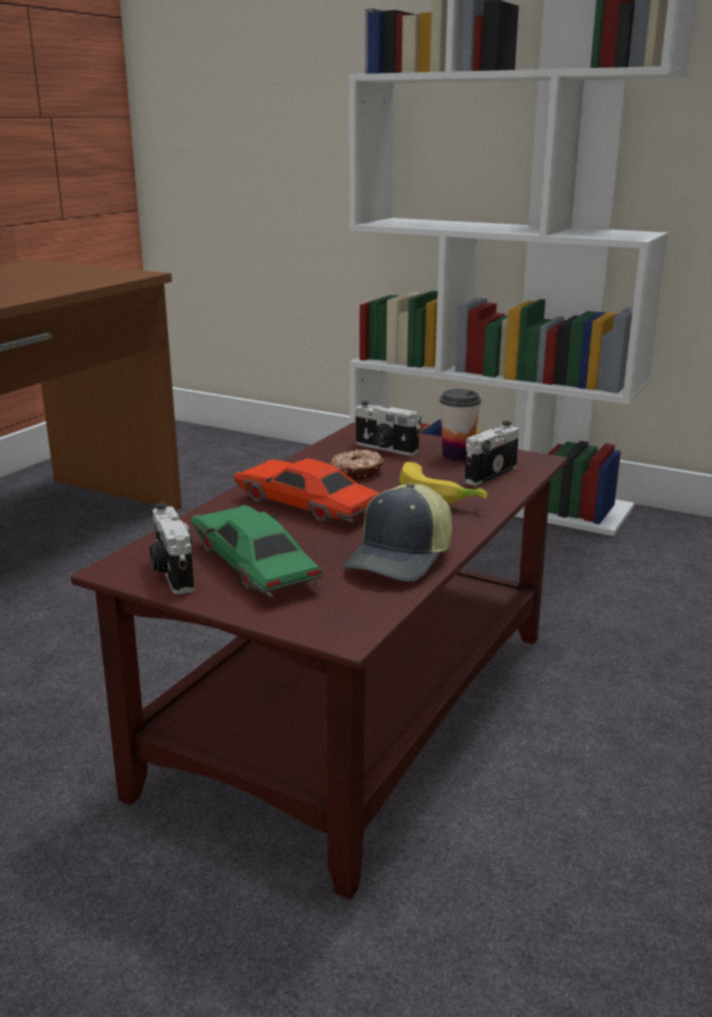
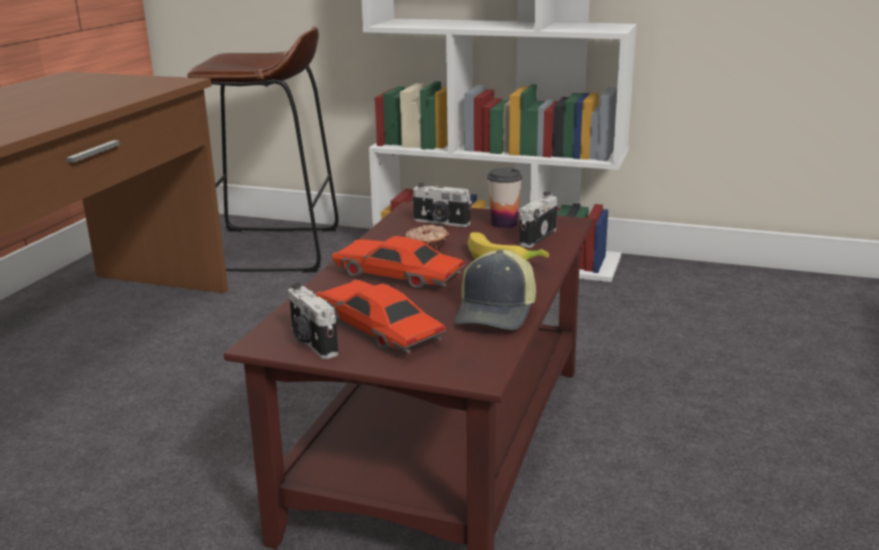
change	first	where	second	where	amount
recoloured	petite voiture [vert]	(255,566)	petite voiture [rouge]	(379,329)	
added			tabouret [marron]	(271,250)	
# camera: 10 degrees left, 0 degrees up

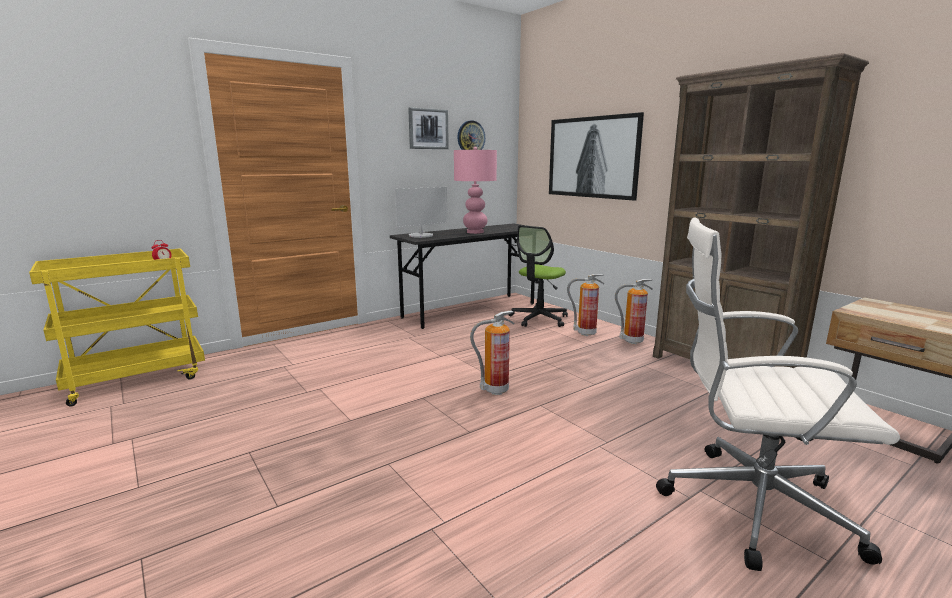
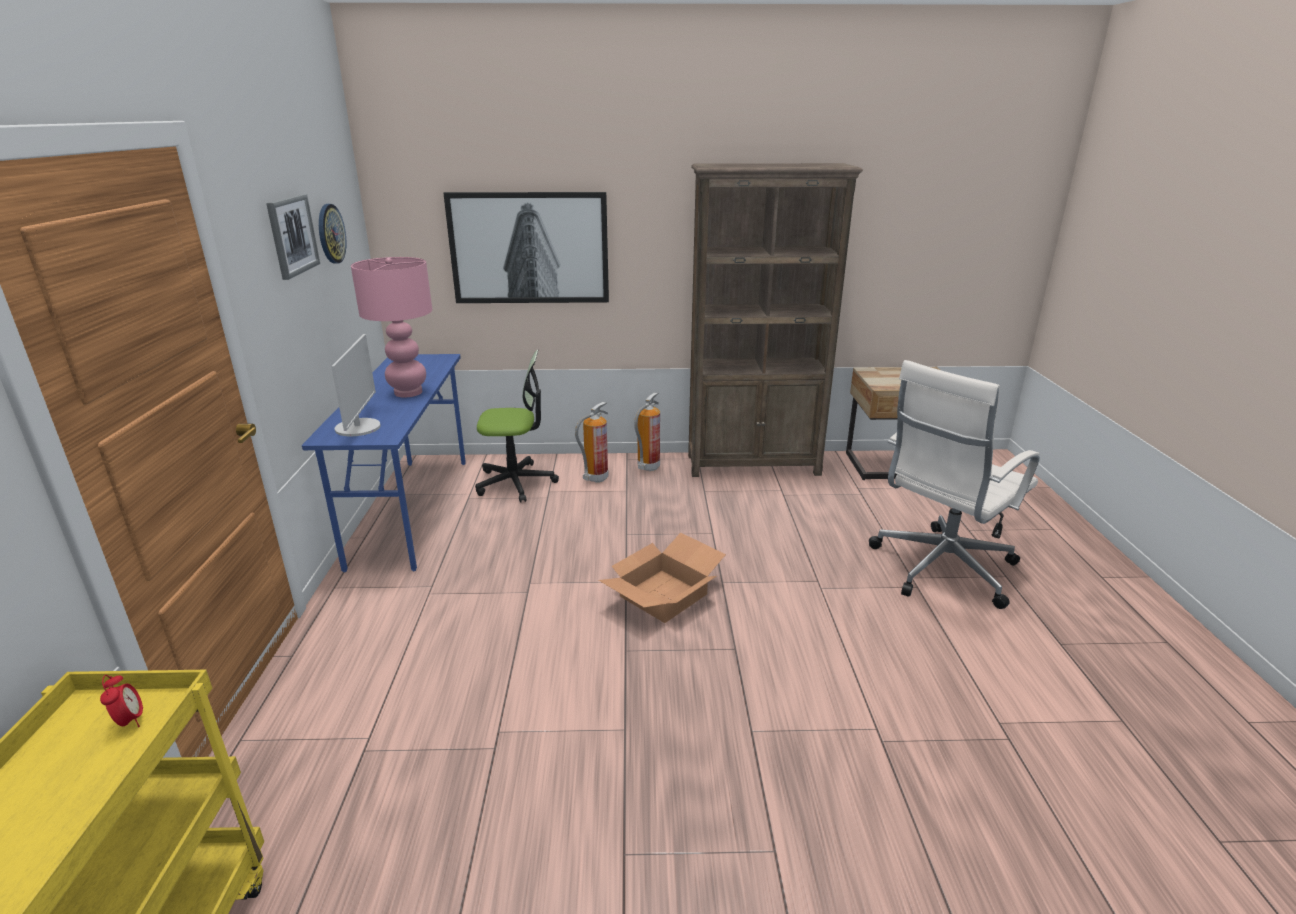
change	first	where	second	where	amount
recoloured	bureau [gris]	(470,310)	bureau [bleu]	(411,510)	
turned	chaise de bureau	(539,319)		(516,482)	75 degrees counterclockwise
replaced	extincteur	(495,390)	carton	(663,594)	
# camera: 55 degrees left, 10 degrees up

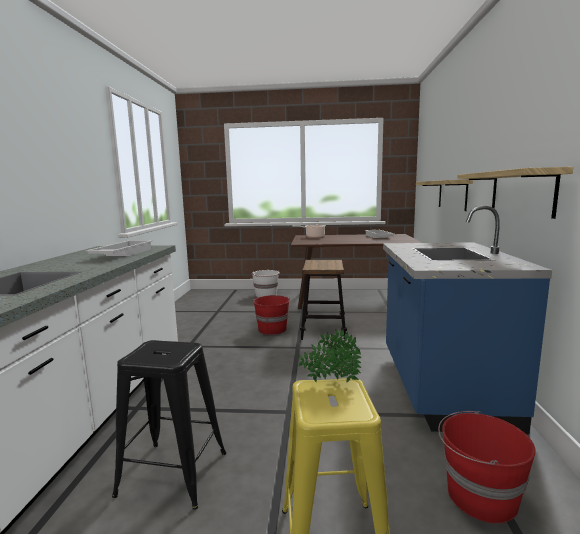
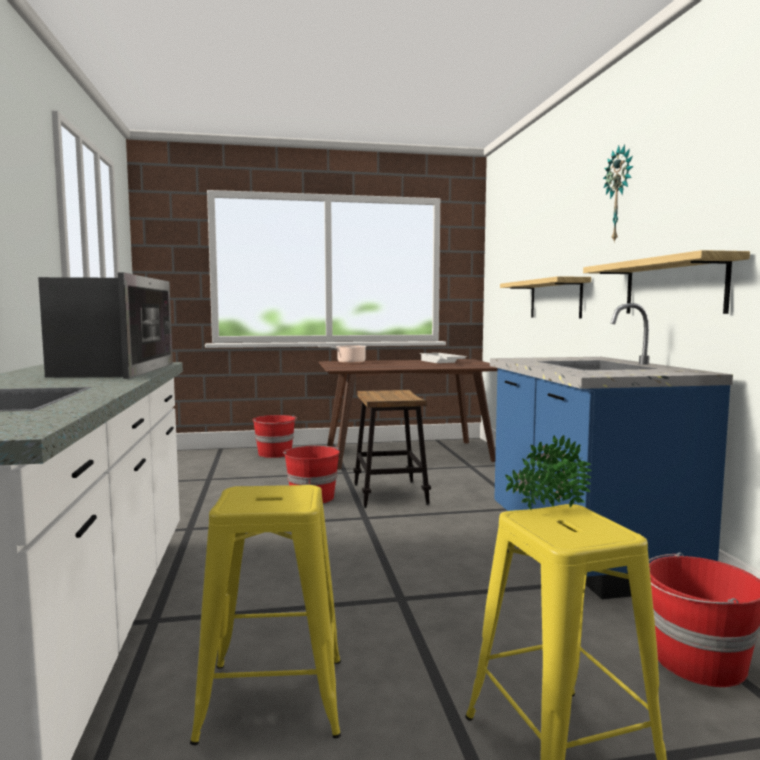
change	first	where	second	where	amount
replaced	plateau [blanc]	(122,254)	micro-ondes	(114,370)	
recoloured	seau [blanc]	(266,295)	seau [rouge]	(275,454)	
recoloured	tabouret [noir]	(173,473)	tabouret [jaune]	(273,698)	
added			horloge murale	(620,194)	
# camera: 15 degrees left, 5 degrees down

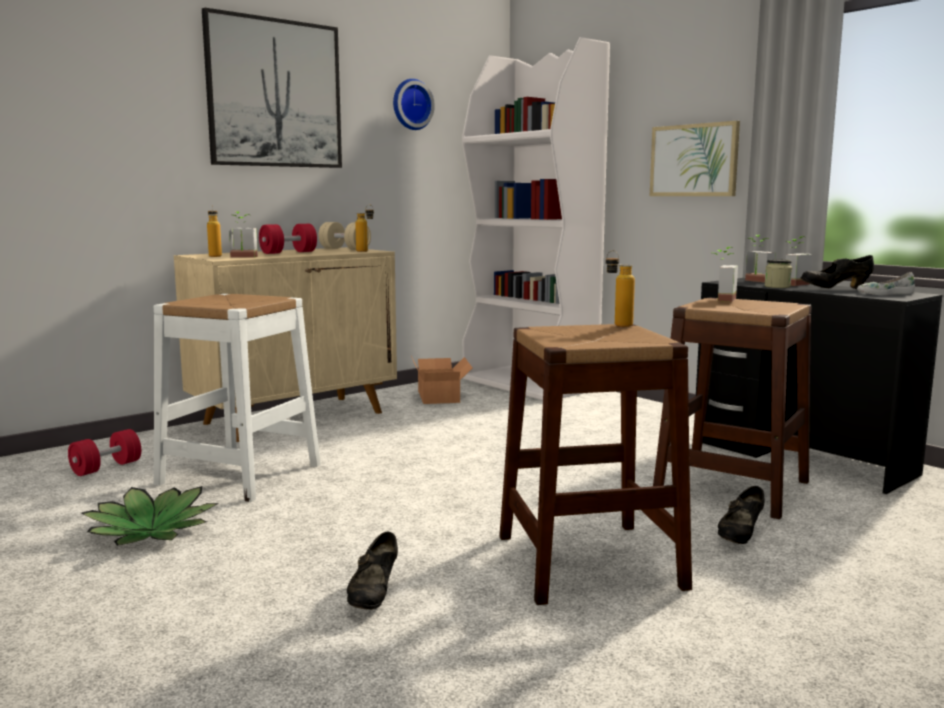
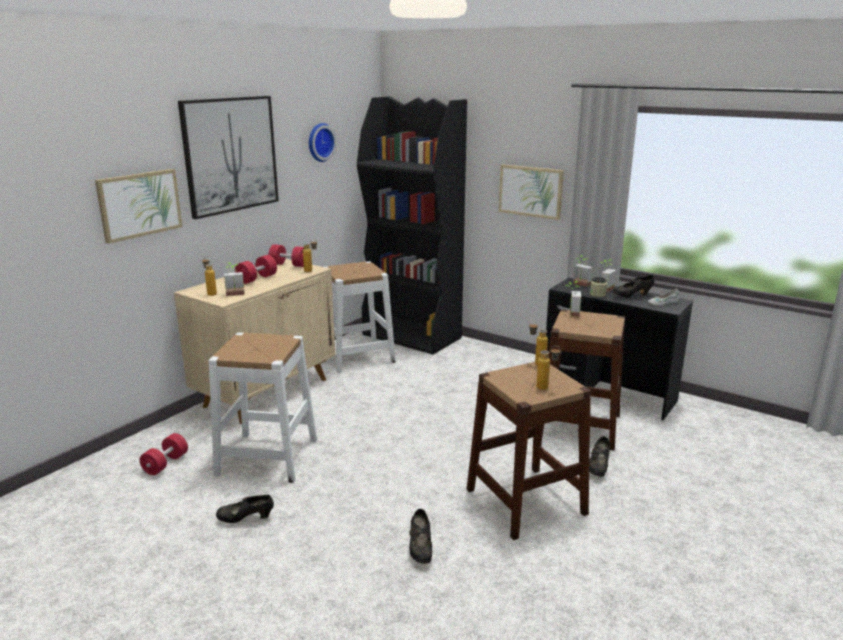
change	first	where	second	where	amount
recoloured	bibliothèque [blanc]	(530,384)	bibliothèque [noir]	(412,336)	
recoloured	haltère [beige]	(345,249)	haltère [rouge]	(289,265)	
replaced	carton	(440,396)	tabouret [blanc]	(357,356)	
replaced	plante en pot	(152,530)	chaussure [noir]	(246,519)	
added			tableau	(139,204)	
added			bouteille	(547,388)	
# camera: 15 degrees left, 10 degrees up

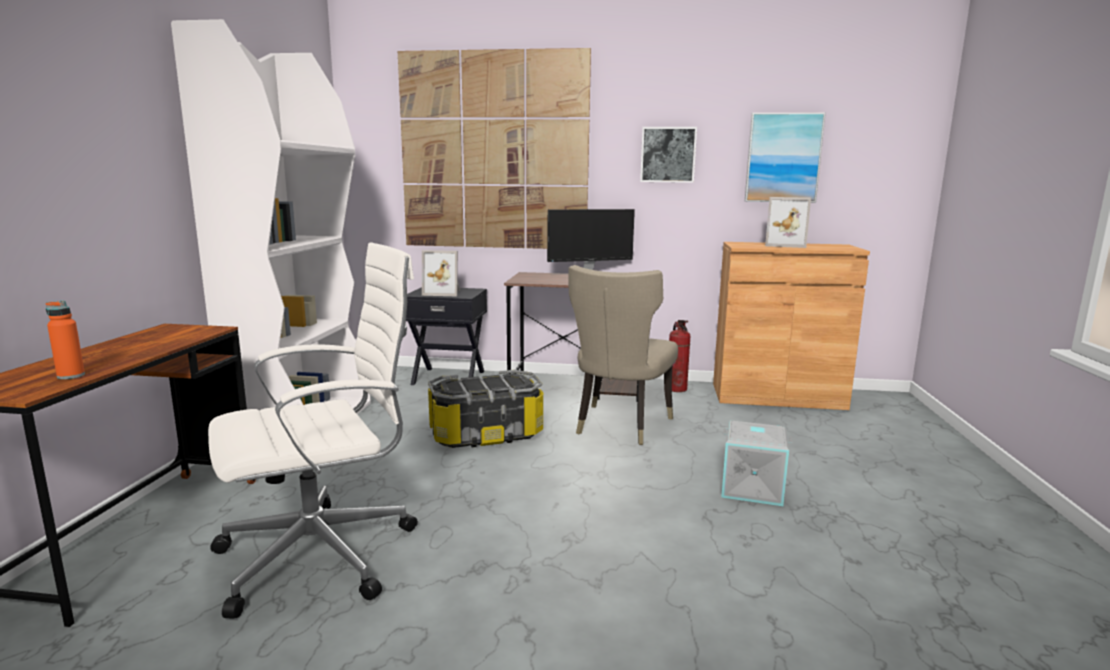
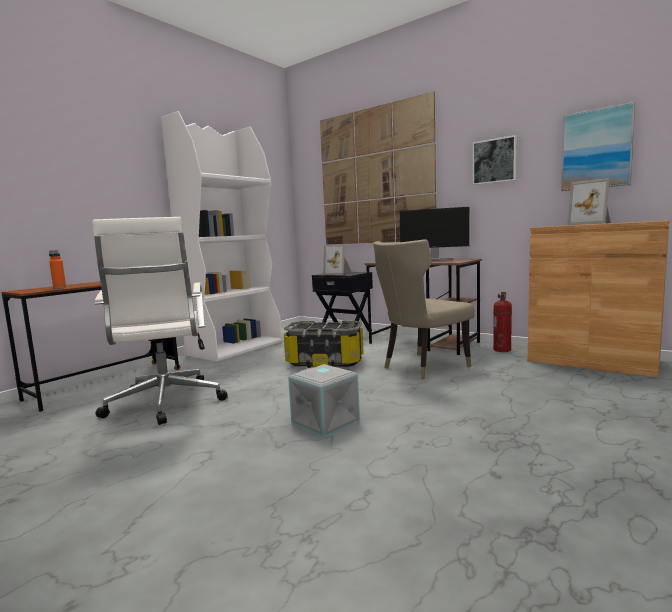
change	first	where	second	where	amount
turned	chaise de bureau [blanc]	(324,554)		(165,403)	75 degrees clockwise
moved	boîte de rangement [gris]	(752,487)		(326,422)	
# camera: 30 degrees right, 5 degrees down

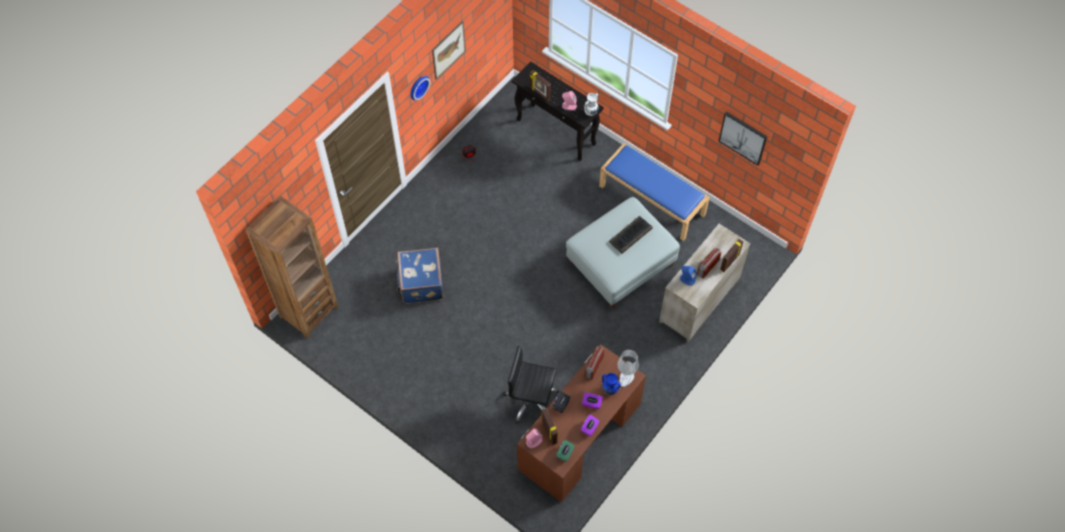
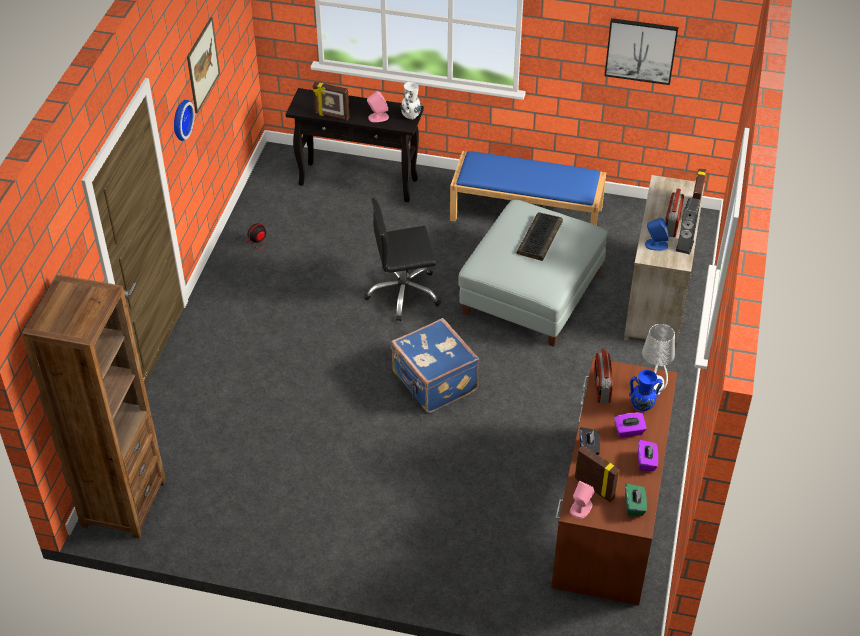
change	first	where	second	where	amount
moved	valise [bleu]	(420,284)		(433,382)	
moved	chaise de bureau [noir]	(531,400)		(403,293)	
added			enceinte	(685,245)	
# camera: 25 degrees left, 15 degrees down

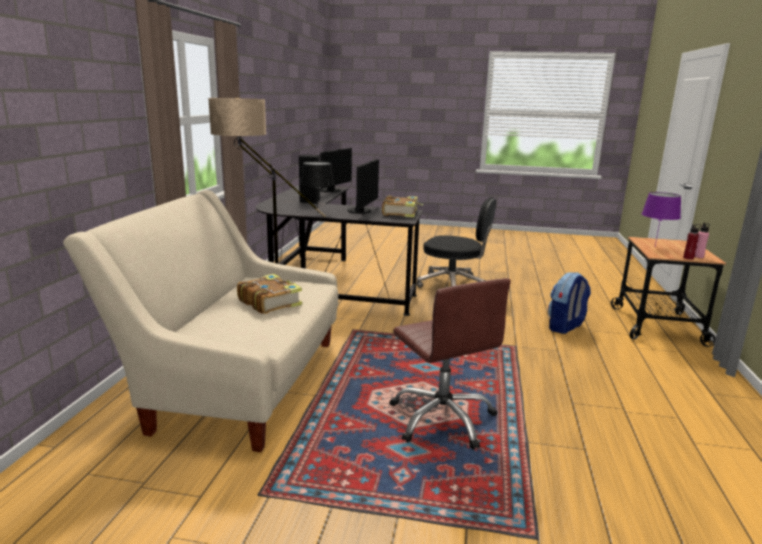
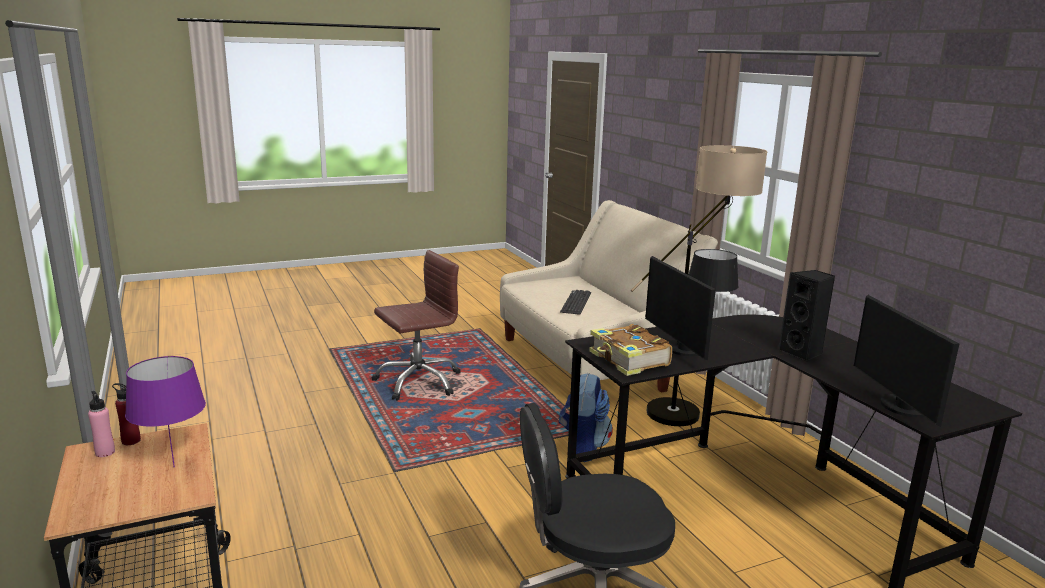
change	first	where	second	where	amount
moved	sac à dos	(565,327)		(583,448)	
replaced	livre	(270,302)	clavier	(576,302)	
turned	chaise de bureau [marron]	(442,418)		(418,381)	120 degrees clockwise
# camera: 145 degrees right, 0 degrees up

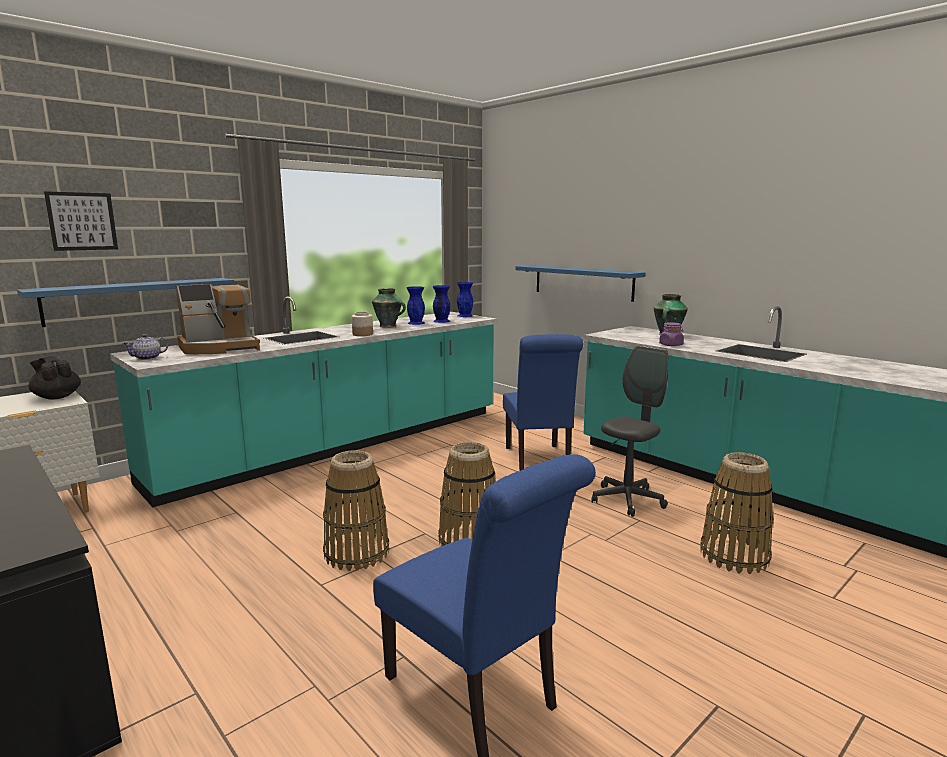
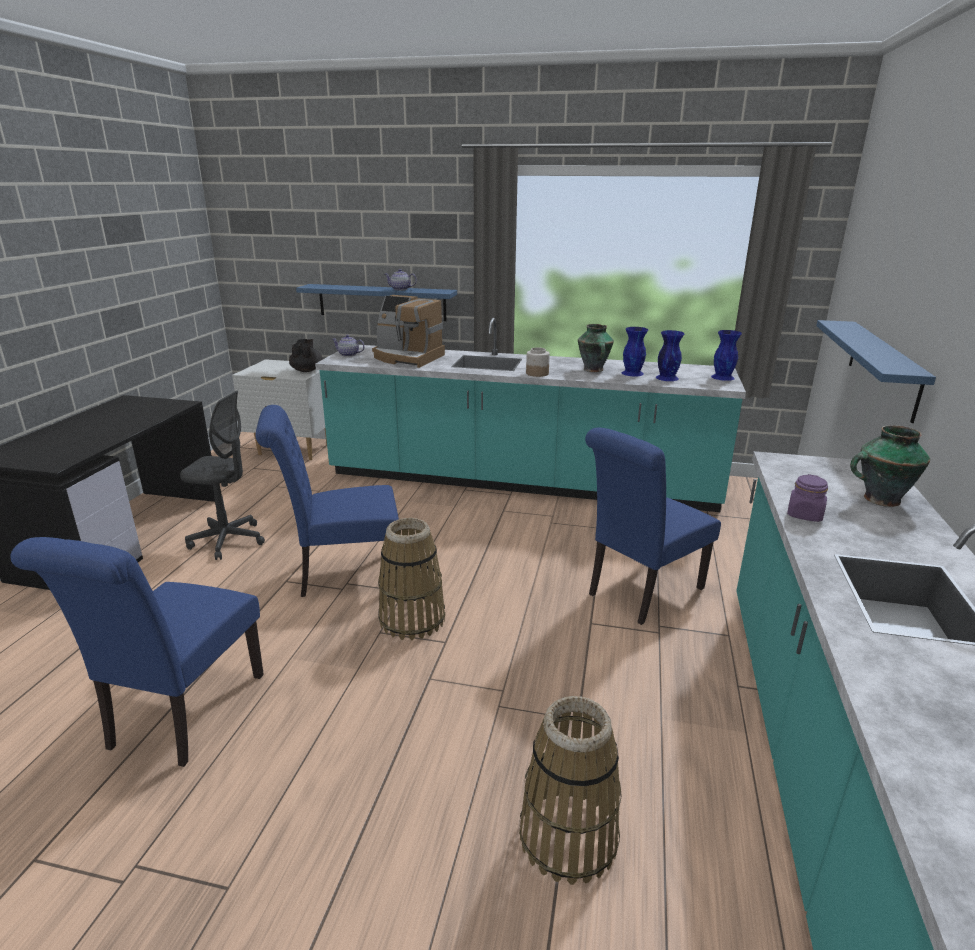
change	first	where	second	where	amount
removed	tableau	(82,221)			
moved	chaise de bureau [gris]	(627,500)		(228,540)	
replaced	panier	(356,553)	chaise [bleu]	(342,574)	
added			théière	(400,289)	
# camera: 55 degrees right, 10 degrees up

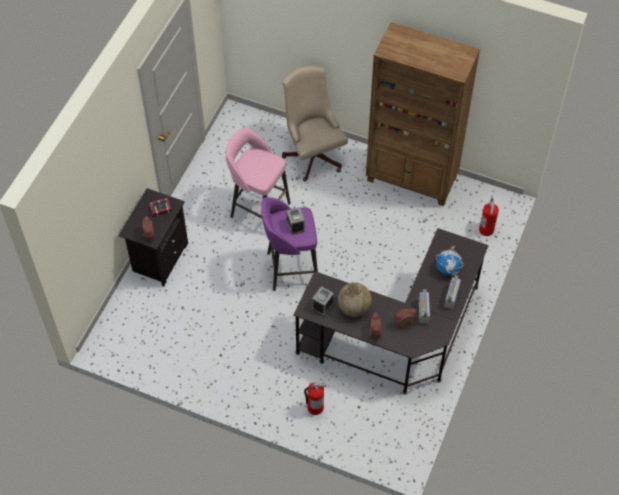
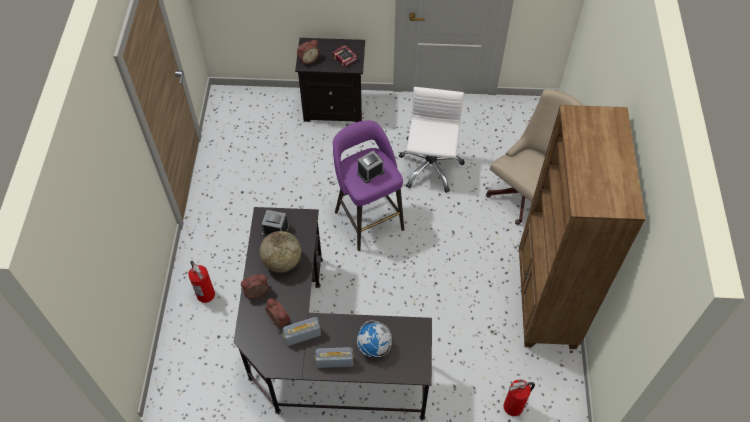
change	first	where	second	where	amount
replaced	tabouret [rose]	(258,209)	chaise de bureau [blanc]	(430,167)	
# camera: 70 degrees right, 0 degrees up

